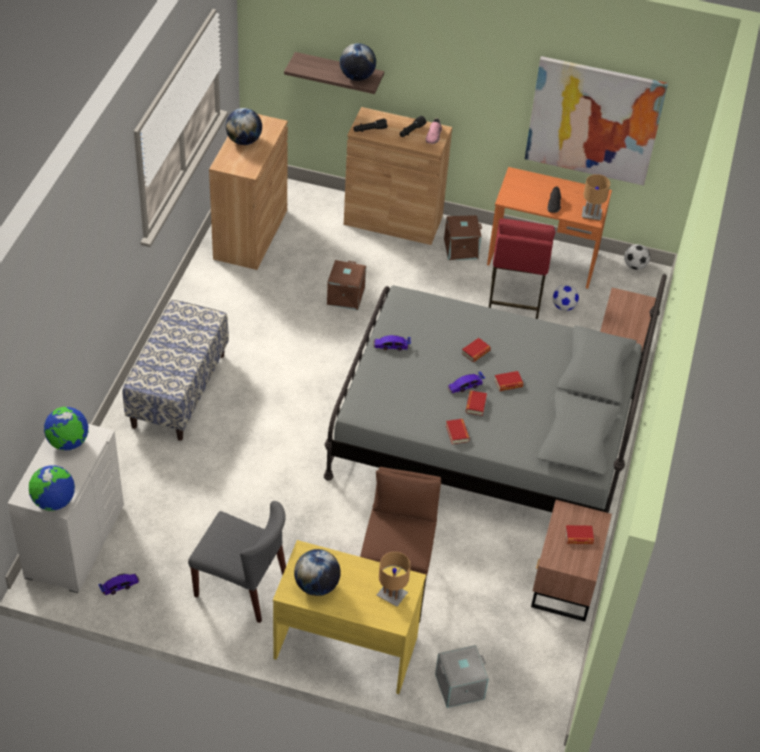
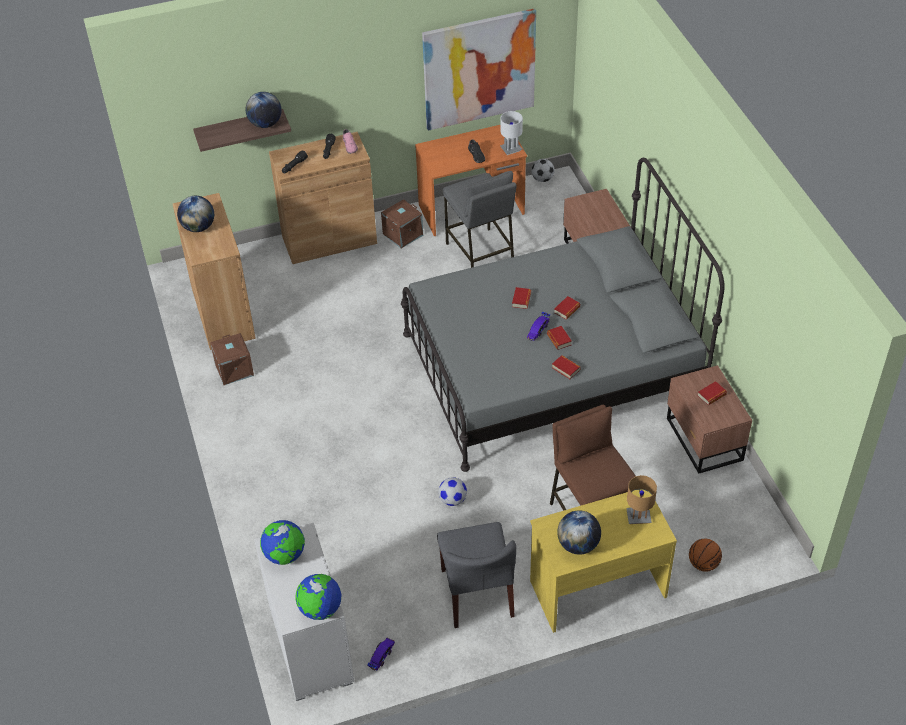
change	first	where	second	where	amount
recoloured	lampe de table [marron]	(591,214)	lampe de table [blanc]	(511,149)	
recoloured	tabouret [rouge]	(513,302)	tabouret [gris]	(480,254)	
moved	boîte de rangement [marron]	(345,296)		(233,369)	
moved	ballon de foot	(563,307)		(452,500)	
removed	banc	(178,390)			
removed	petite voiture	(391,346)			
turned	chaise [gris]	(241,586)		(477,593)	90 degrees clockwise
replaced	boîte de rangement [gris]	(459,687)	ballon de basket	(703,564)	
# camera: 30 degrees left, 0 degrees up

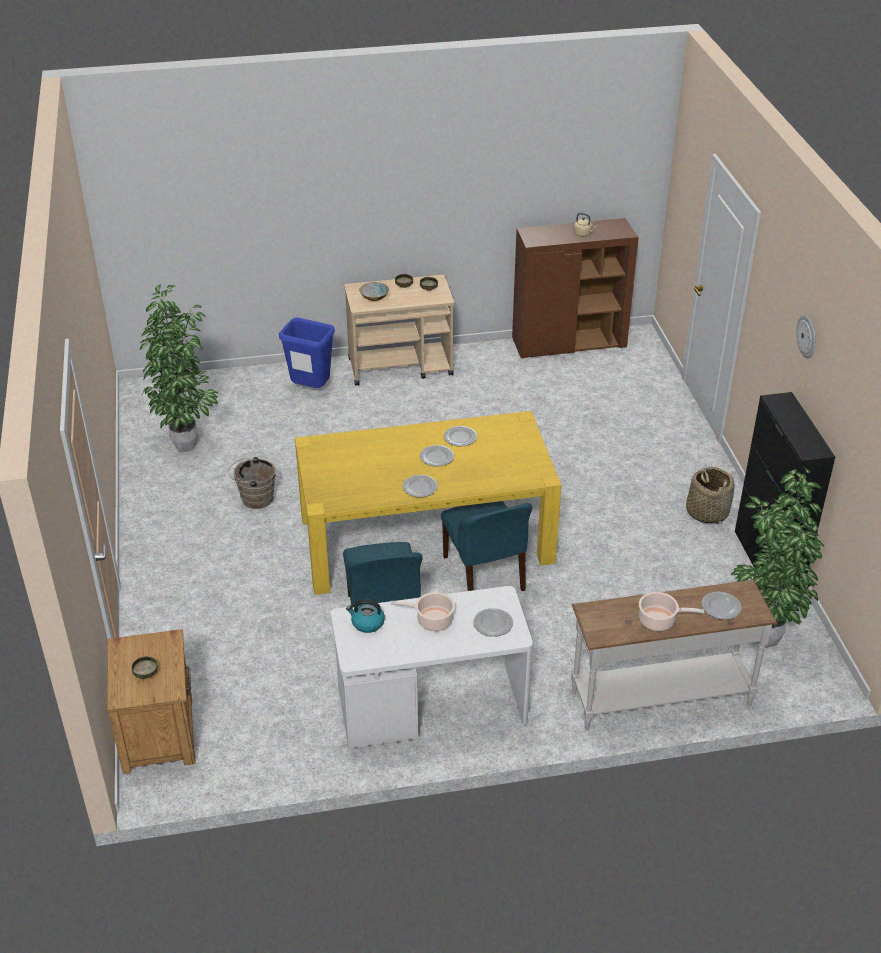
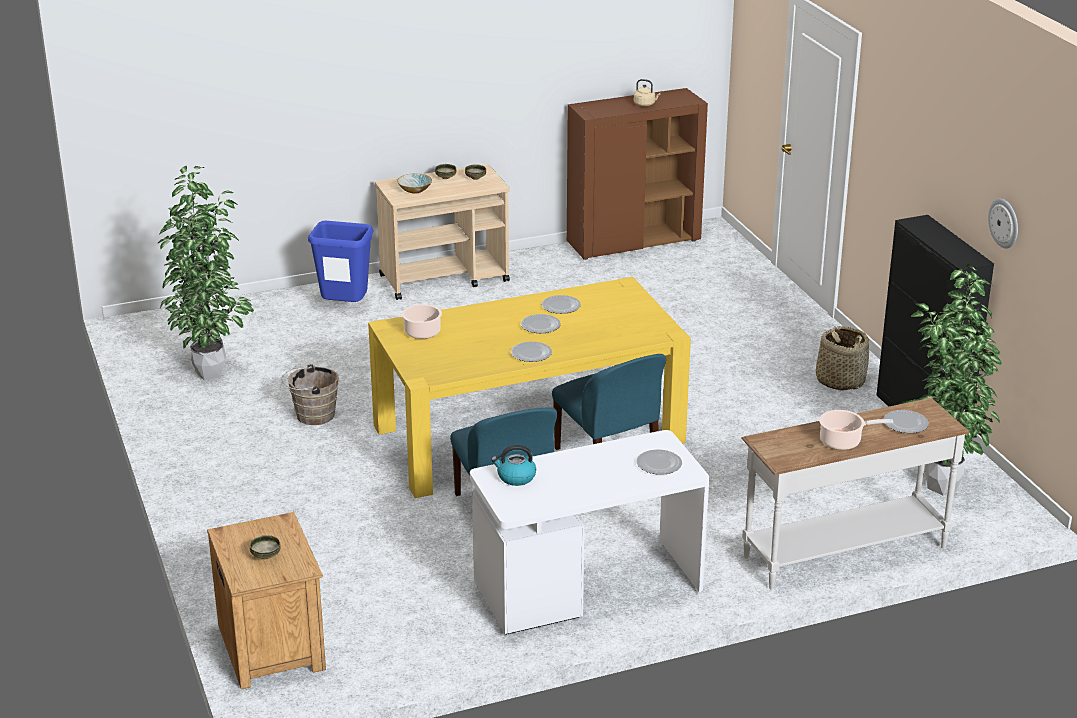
change	first	where	second	where	amount
moved	horloge murale	(807,336)		(1004,223)	
moved	marmite	(432,620)		(419,332)	
# camera: 10 degrees left, 10 degrees down

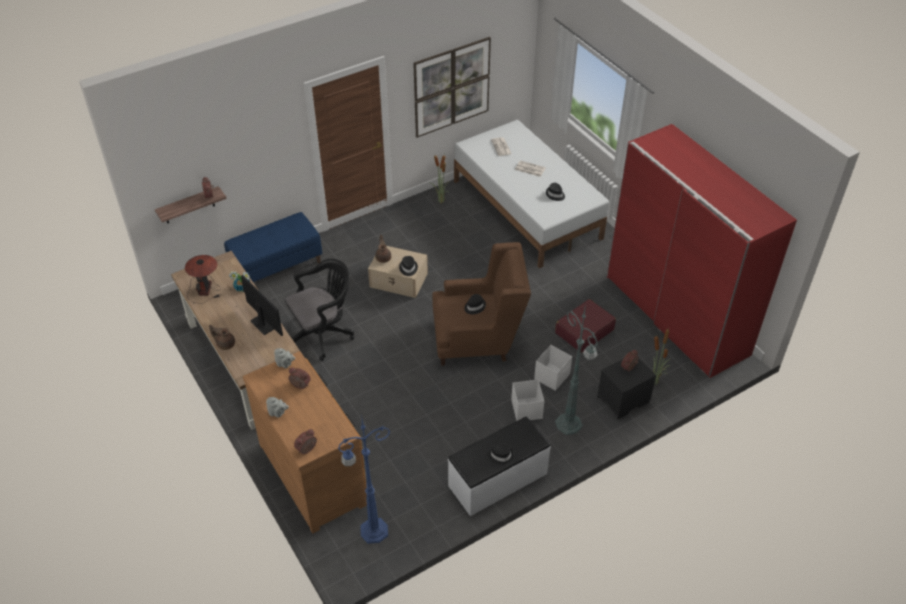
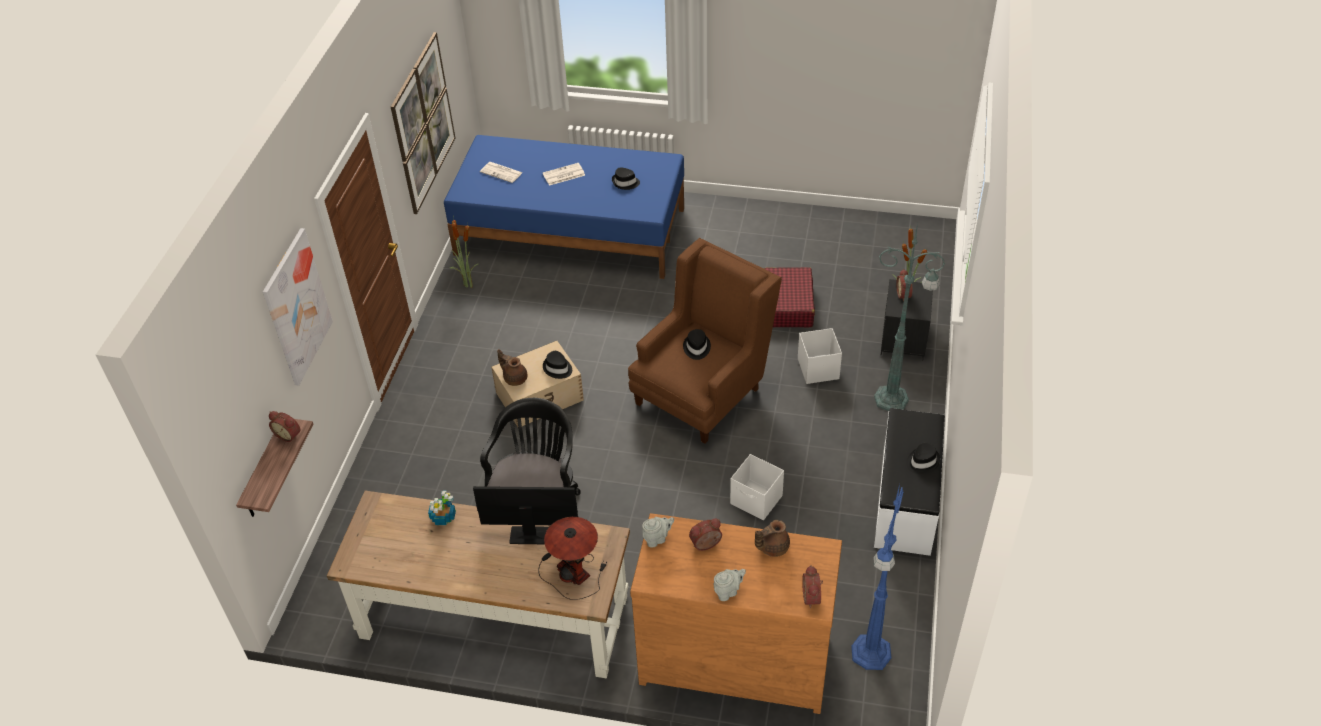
change	first	where	second	where	amount
recoloured	lit [blanc]	(527,208)	lit [bleu]	(570,230)	
removed	armoire [rouge]	(676,315)			
removed	banc [bleu]	(277,266)			
moved	lampe de table	(204,288)		(573,572)	
moved	théière [marron]	(225,344)		(772,547)	
moved	boîte de rangement [blanc]	(526,410)		(756,500)	
added			tableau	(296,307)	
# camera: 45 degrees left, 0 degrees up

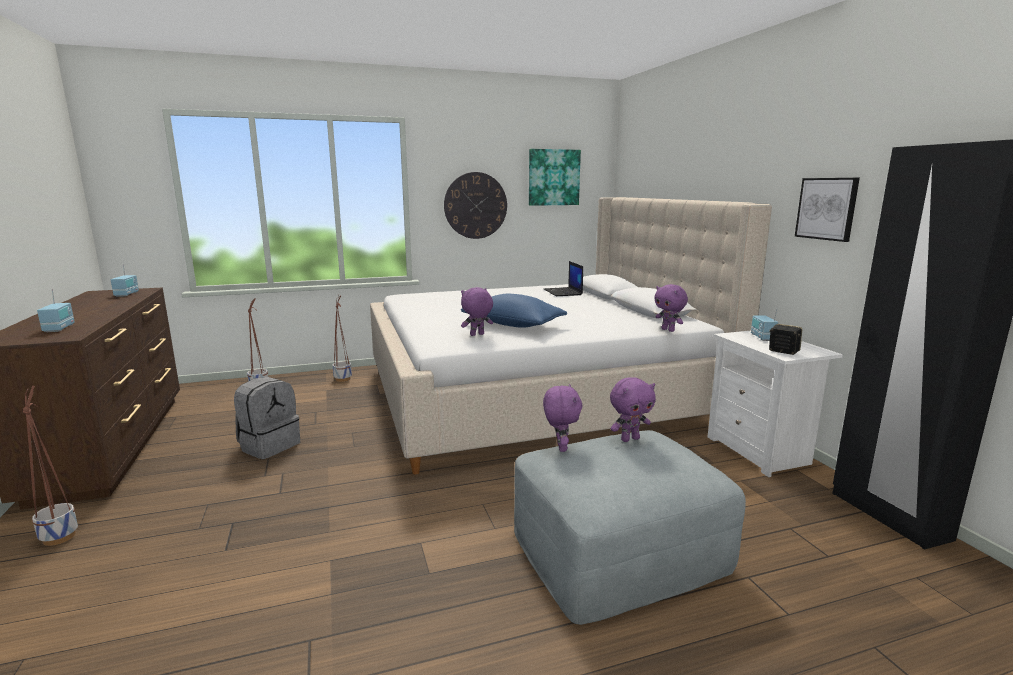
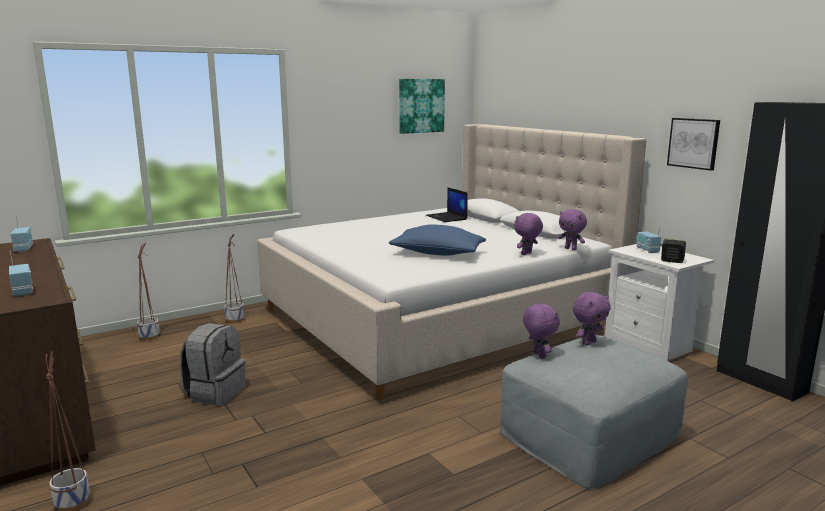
change	first	where	second	where	amount
removed	horloge murale	(475,205)			
moved	peluche [violet]	(477,335)		(527,254)	
# camera: 15 degrees left, 0 degrees up

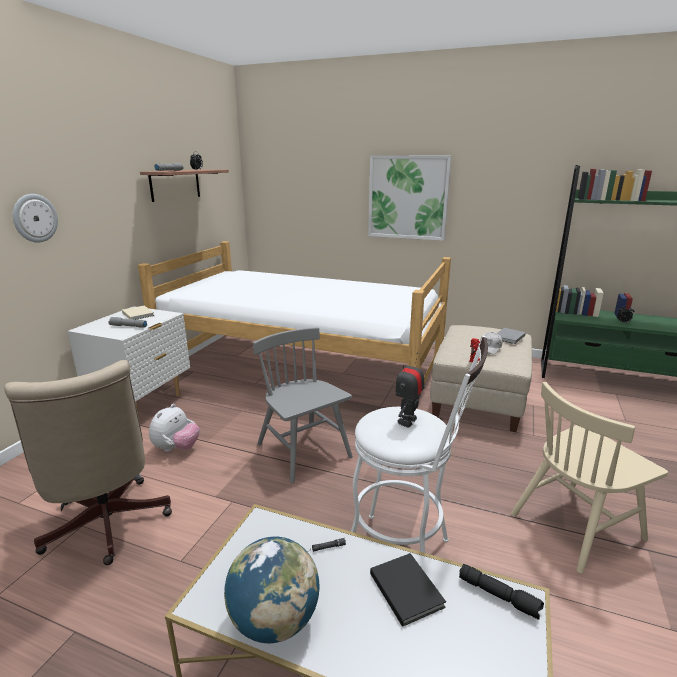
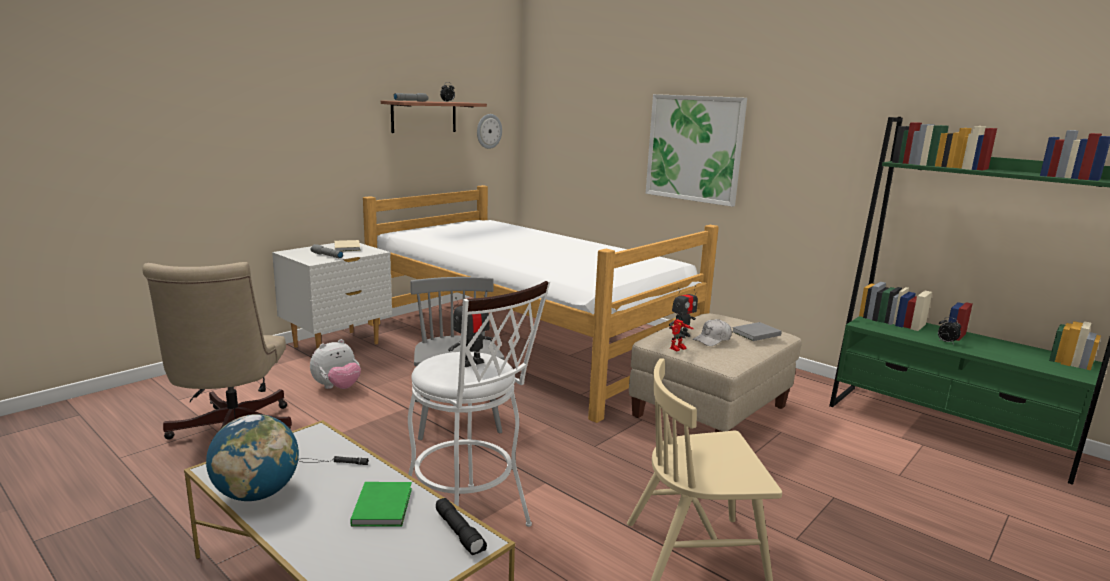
change	first	where	second	where	amount
moved	horloge murale	(34,218)		(488,131)	
recoloured	livre [noir]	(406,588)	livre [vert]	(384,505)	
added			robot jouet	(682,335)	
# camera: 20 degrees right, 5 degrees down

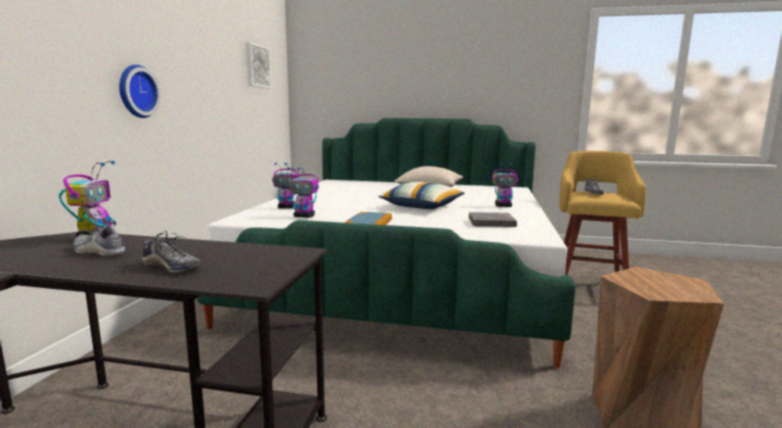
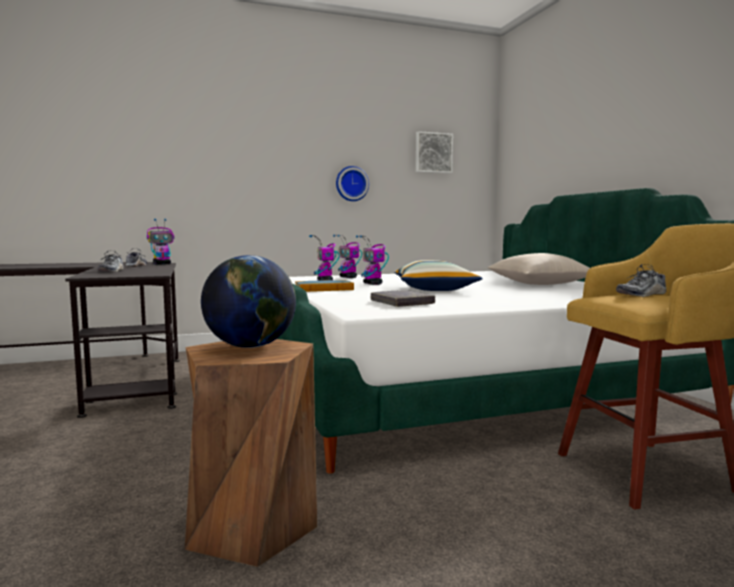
change	first	where	second	where	amount
moved	horloge murale	(136,91)		(351,184)	
moved	robot jouet	(503,206)		(373,284)	
added			globe	(251,346)	
# camera: 60 degrees right, 5 degrees down

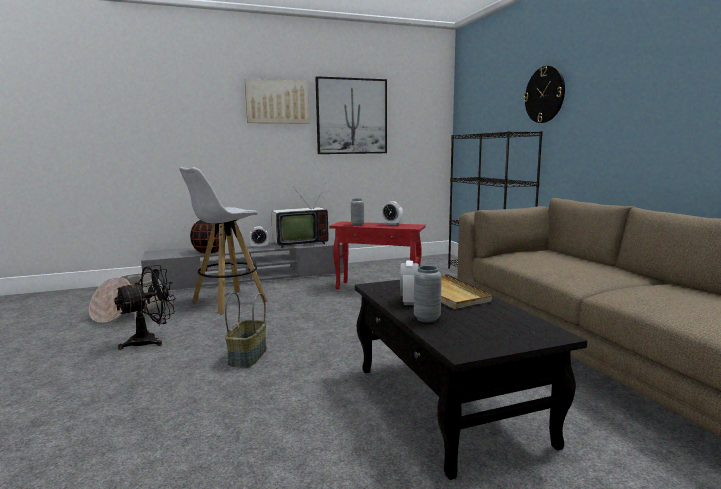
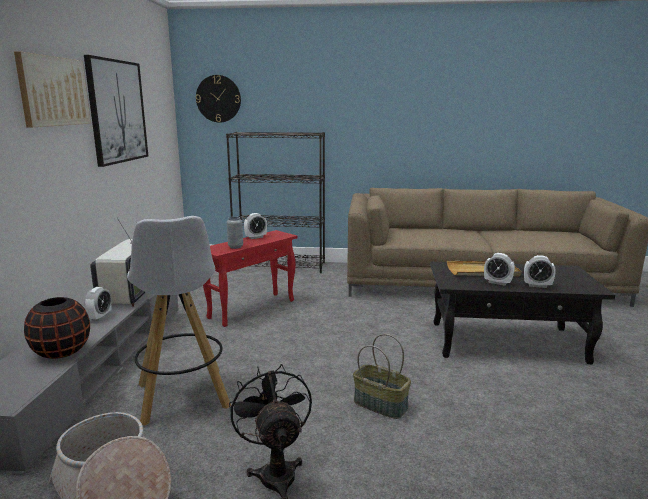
change	first	where	second	where	amount
moved	horloge murale	(544,94)		(218,99)	
replaced	vase [gris]	(427,319)	réveil	(537,285)	
# camera: 65 degrees left, 5 degrees up

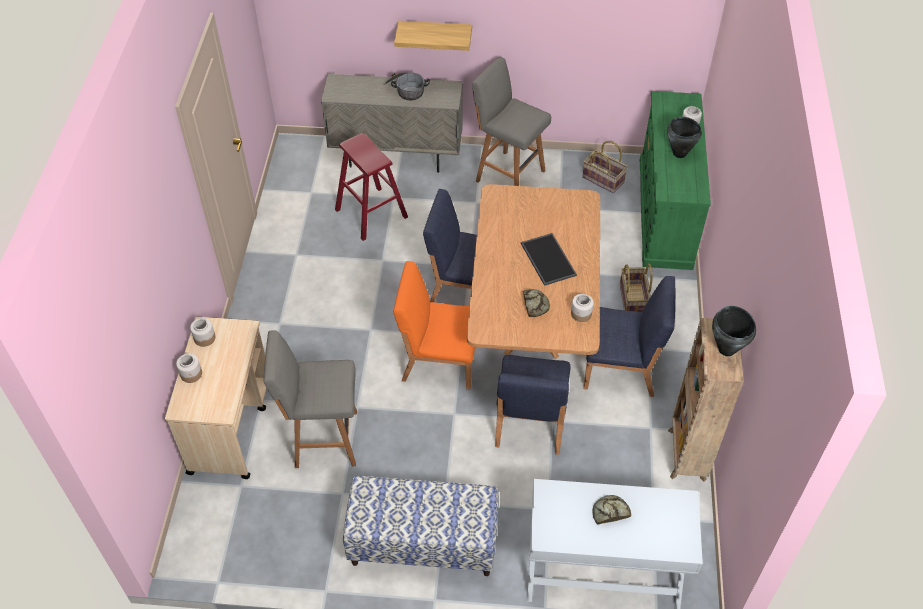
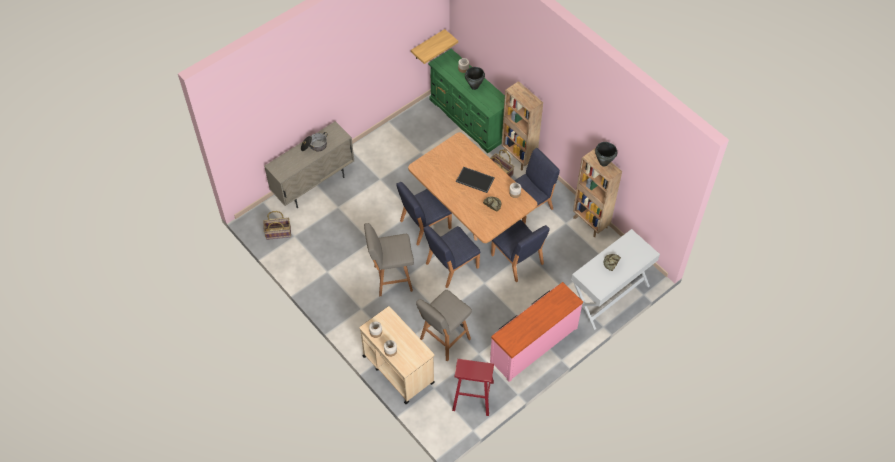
change	first	where	second	where	amount
moved	étagère	(435,34)		(428,45)	
moved	tabouret [gris]	(508,175)		(391,278)	
moved	tabouret [rouge]	(371,213)		(473,396)	
moved	panier	(603,179)		(278,232)	
recoloured	chaise [orange]	(439,360)	chaise [bleu]	(451,265)	
replaced	banc	(423,543)	commode [rose]	(533,344)	
added			bibliothèque [marron]	(518,157)	
# camera: 45 degrees left, 5 degrees up

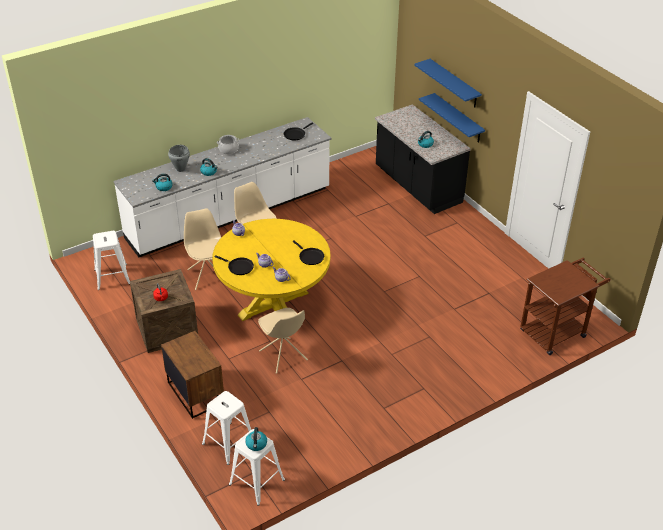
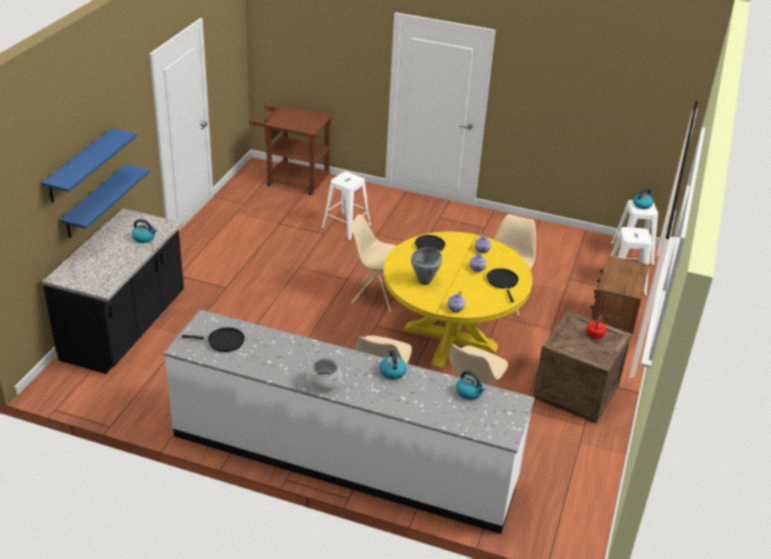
change	first	where	second	where	amount
moved	marmite [gris]	(180,169)		(425,281)	
moved	tabouret [blanc]	(111,276)		(346,227)	
added			chaise [beige]	(375,296)	
# camera: 130 degrees left, 5 degrees down

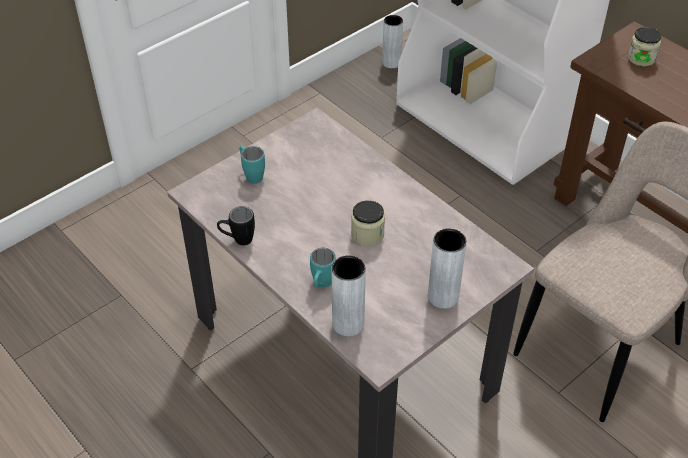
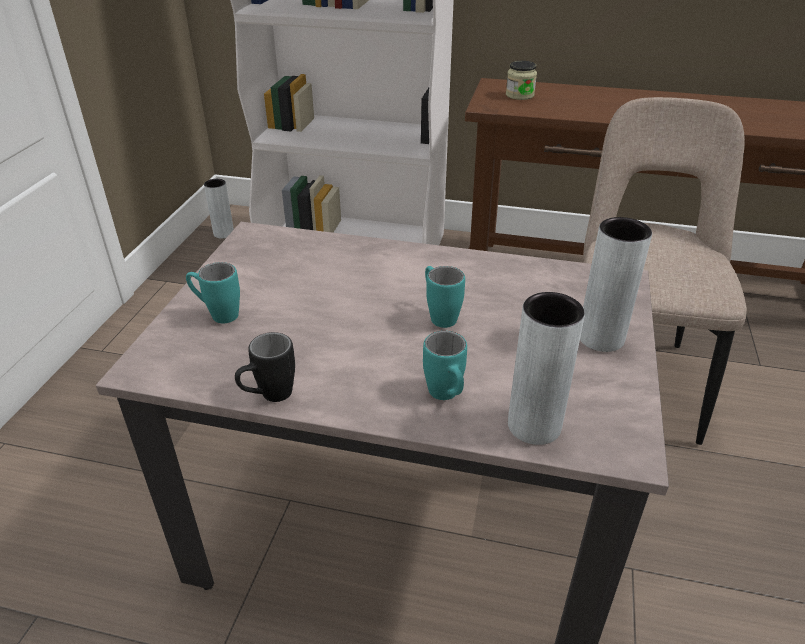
change	first	where	second	where	amount
replaced	bocal	(367,235)	mug [turquoise]	(439,315)	
# camera: 35 degrees left, 10 degrees down

